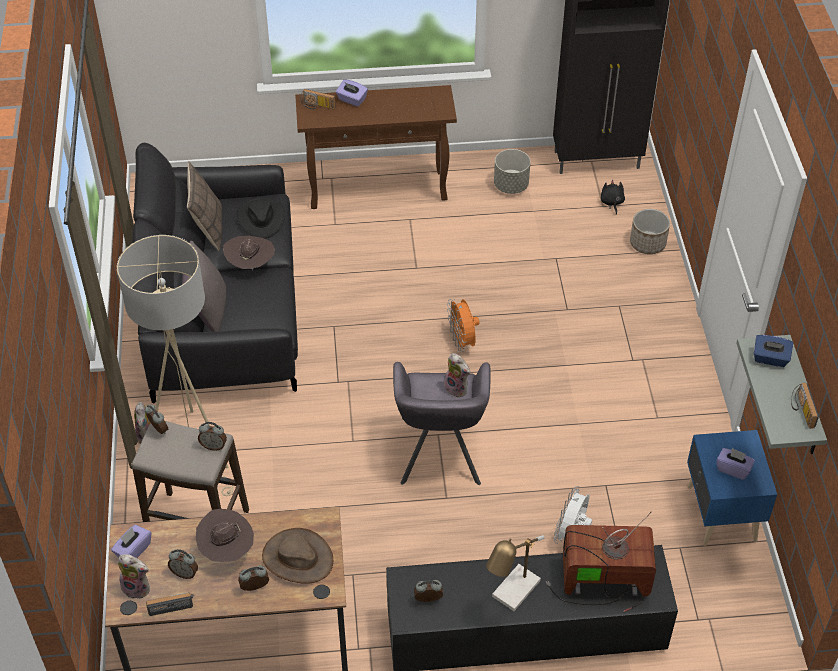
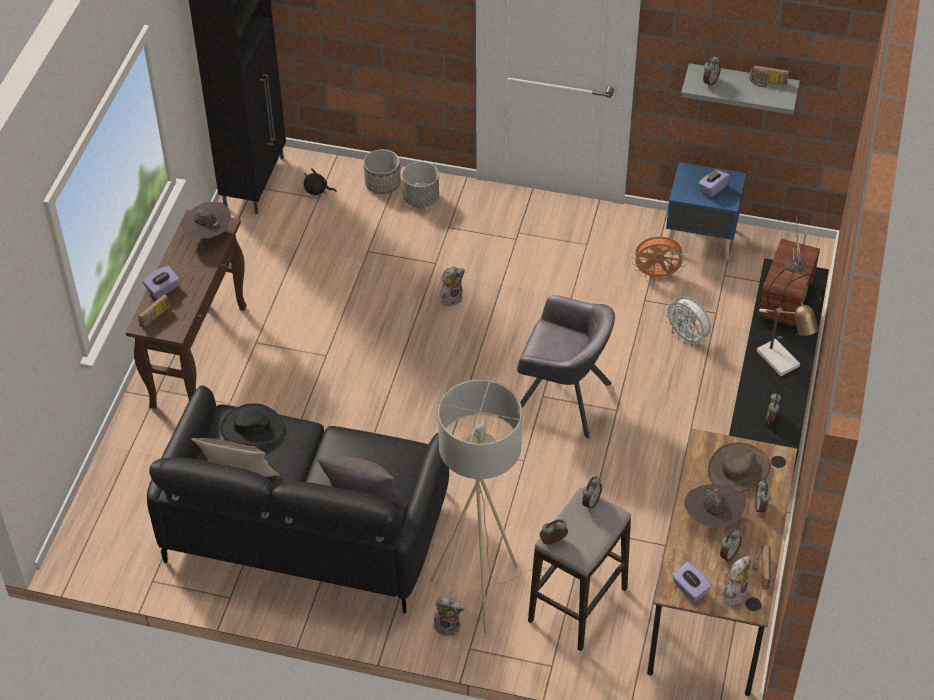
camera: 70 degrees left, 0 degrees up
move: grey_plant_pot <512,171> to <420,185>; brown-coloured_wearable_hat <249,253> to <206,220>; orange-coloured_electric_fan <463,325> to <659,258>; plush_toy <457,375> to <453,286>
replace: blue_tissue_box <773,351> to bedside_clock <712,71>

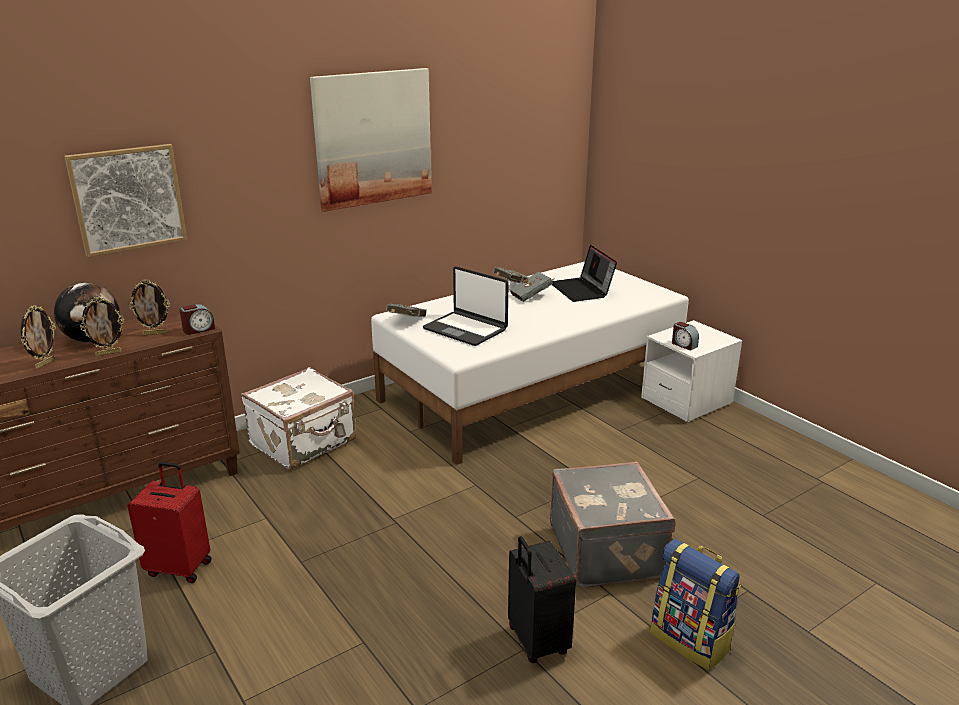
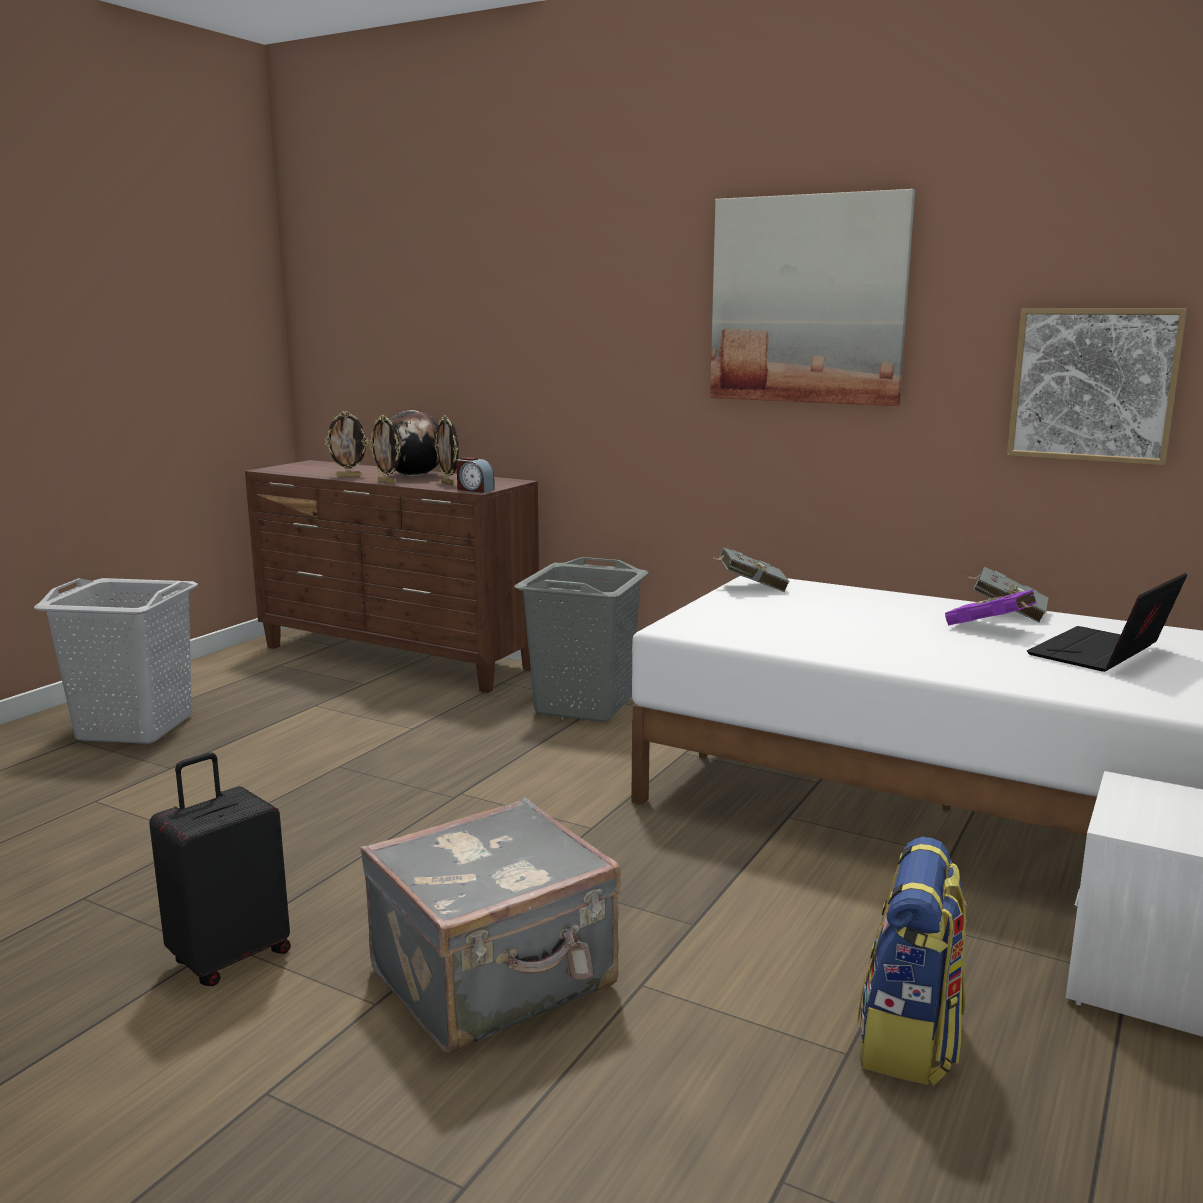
camera: 65 degrees right, 10 degrees down
delete: notebook_computer <466,306>; bedside_clock <685,336>; red-coloured_suitcase <169,522>
move: wall_art <125,200> to <1097,386>; knapsack <695,604> to <912,961>
replace: white_suitcase <298,418> to grey_laundry_basket <581,639>
recolor: grey_volume <532,287> to purple_volume <991,607>

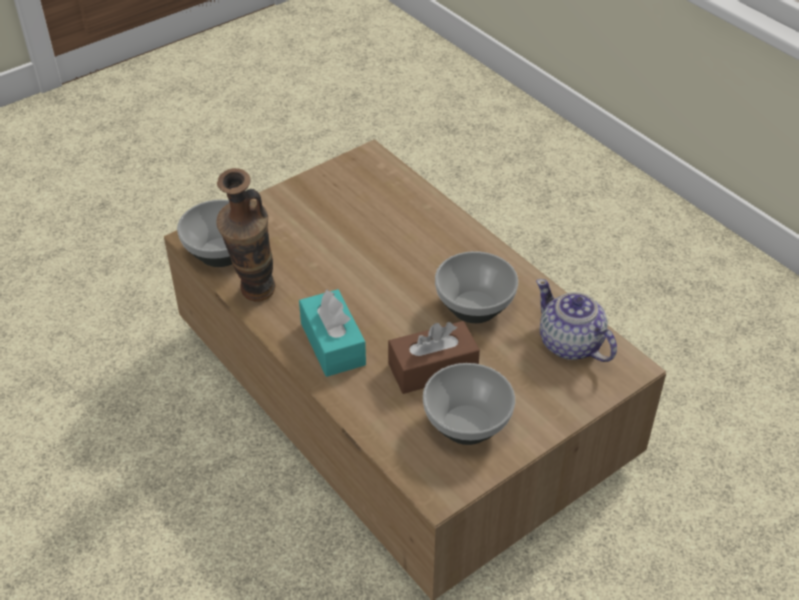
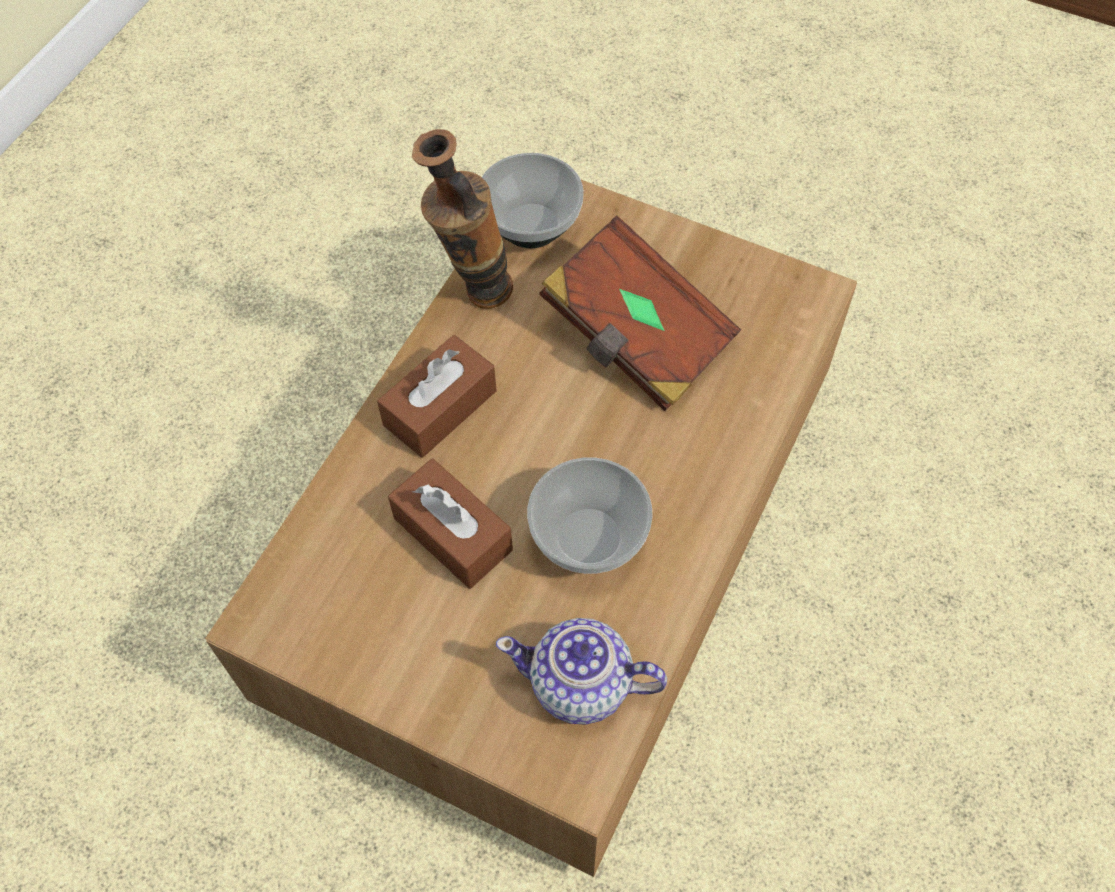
camera: 65 degrees right, 15 degrees up
delete: serving_bowl <469,404>
insert: brown-coloured_volume <640,313>
recolor: blue-green_tissue_box <332,333> to brown-coloured_tissue_box <437,396>
rotate: teapot <576,320> = <581,671> 105 degrees counterclockwise

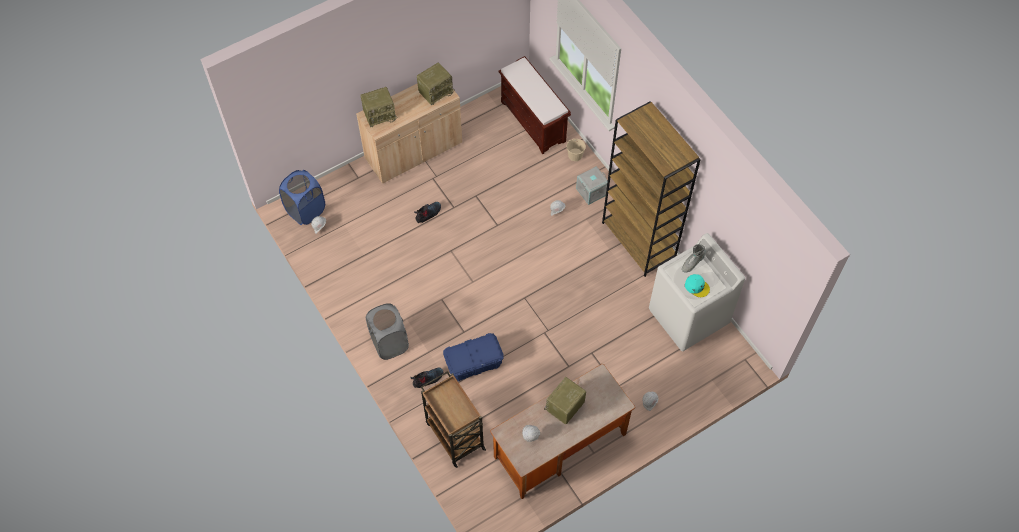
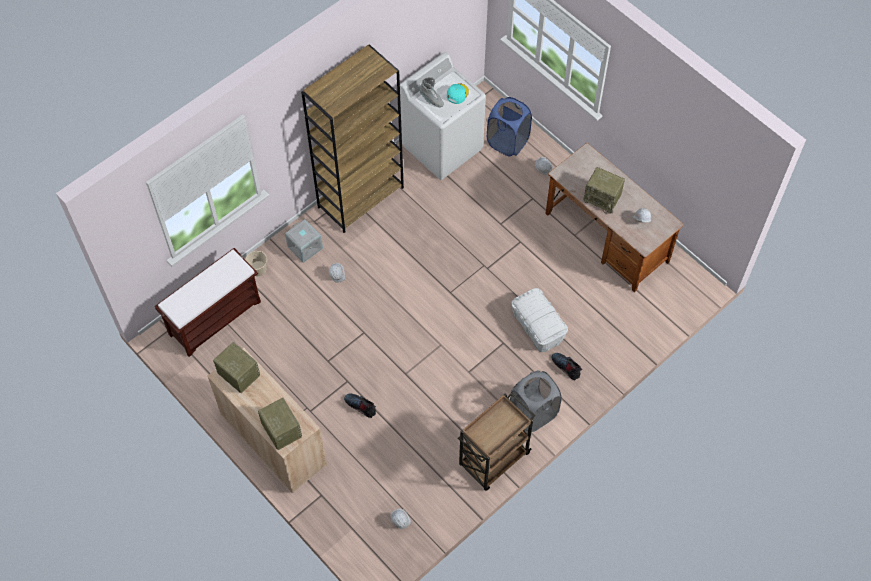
camera: 100 degrees left, 0 degrees up
move: blue_laundry_basket <302,197> to <509,126>; brown-coloured_trolley <453,419> to <496,442>
recolor: blue_storage_box <473,357> to white_storage_box <539,320>

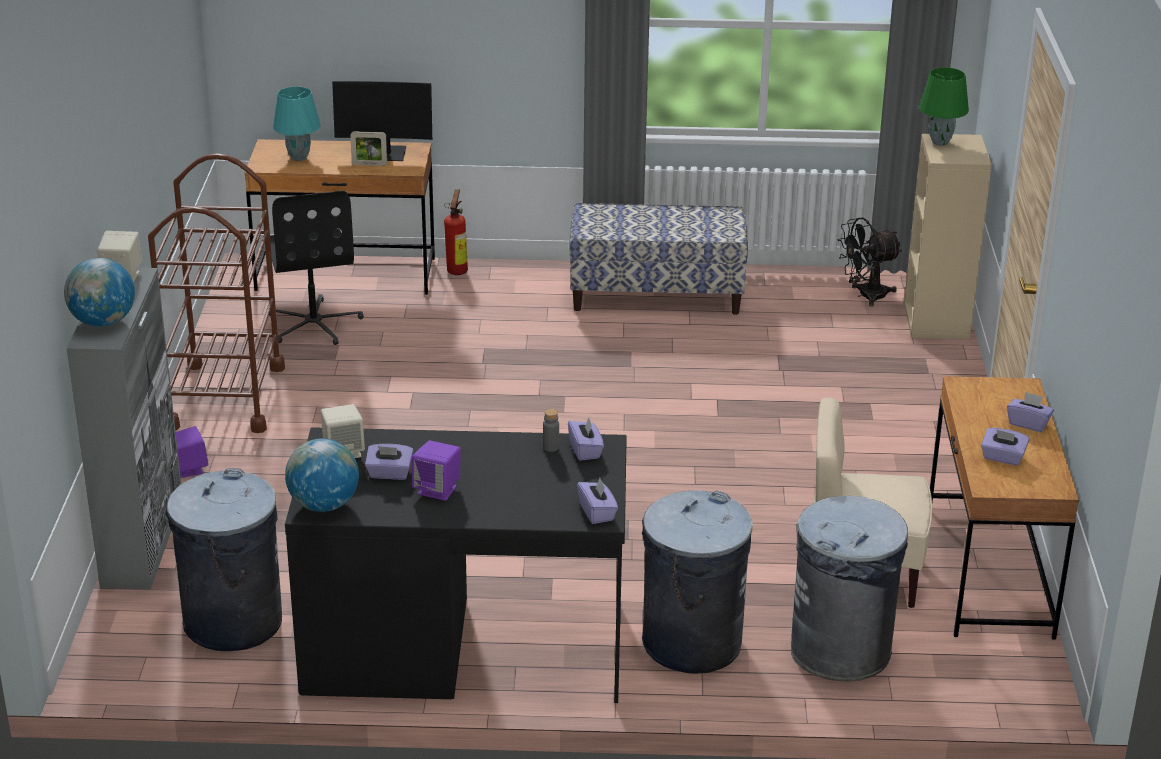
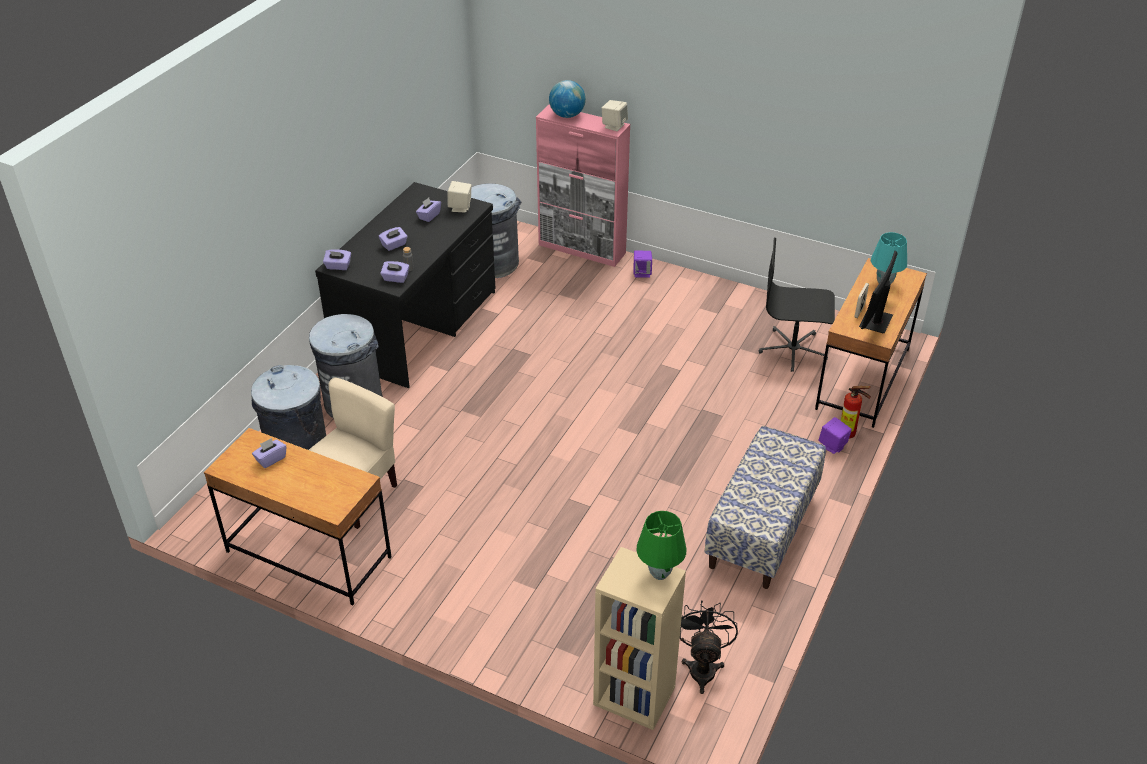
camera: 115 degrees right, 10 degrees up
delete: brown-coloured_trolley <216,293>; world_globe <322,475>
move: purple_tissue_box <1030,412> to <393,239>; purple_loudspeaker <436,470> to <835,435>
recolor: grey_storage_cabinet <123,428> to pink_storage_cabinet <583,186>

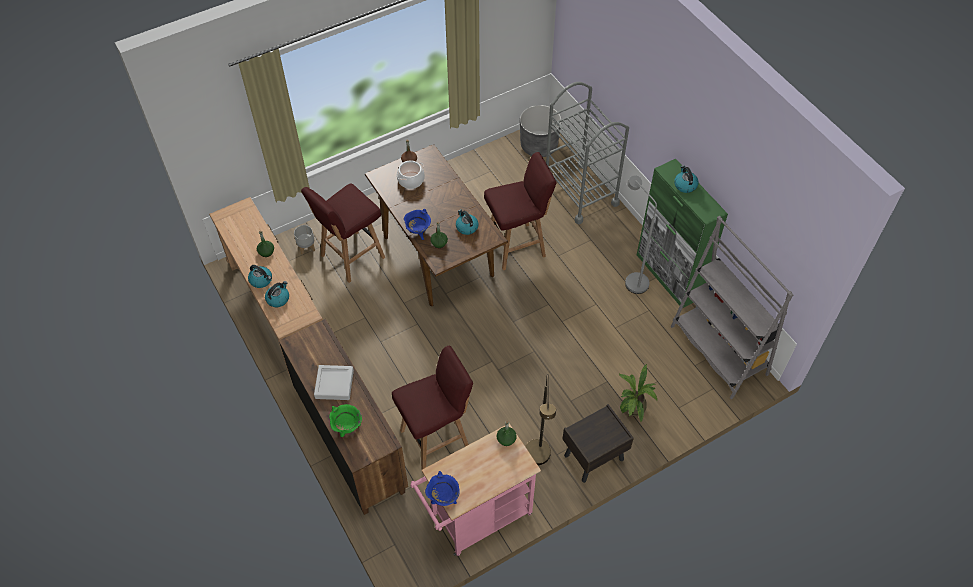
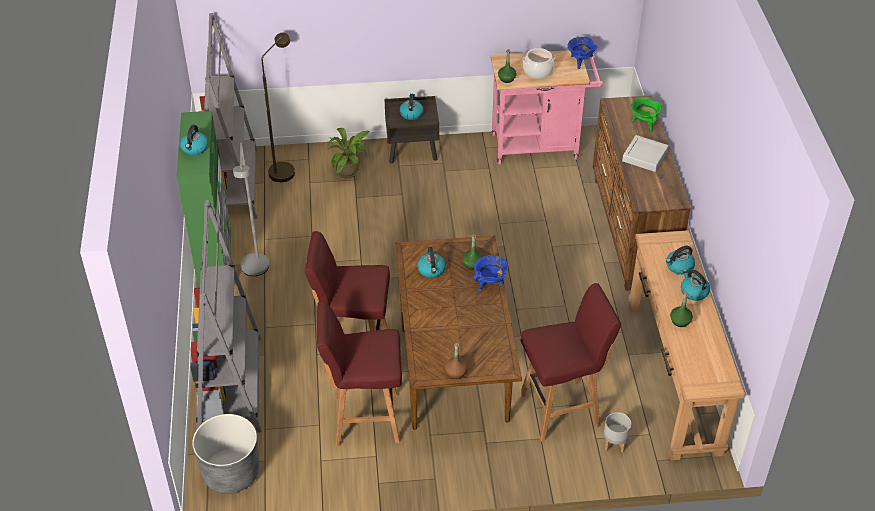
camera: 155 degrees left, 10 degrees down
insert: kettle <411,107>
move: stockpot <411,174> to <538,63>; red-coloured_stool_seat <432,407> to <359,373>; brown-coloured_floor_lamp <540,419> to <278,107>
replace: grey_trolley <587,153> to grey_bookcase <226,316>

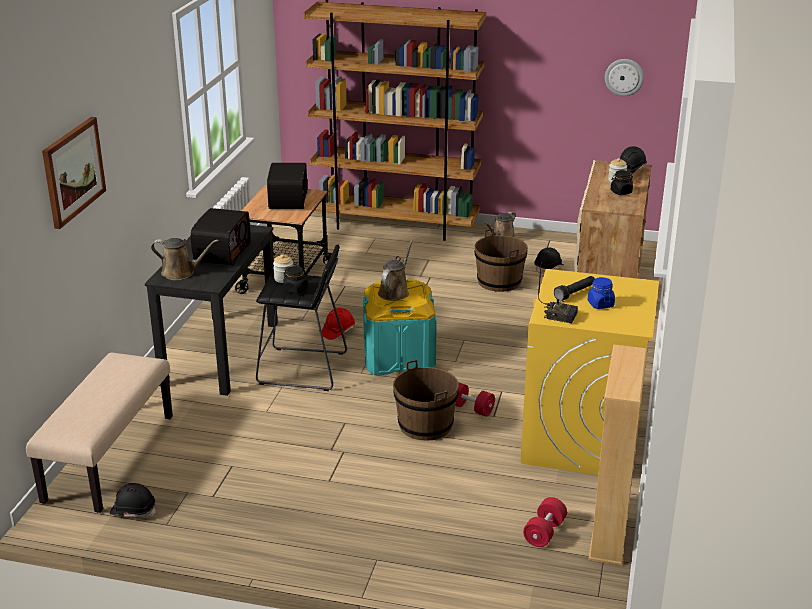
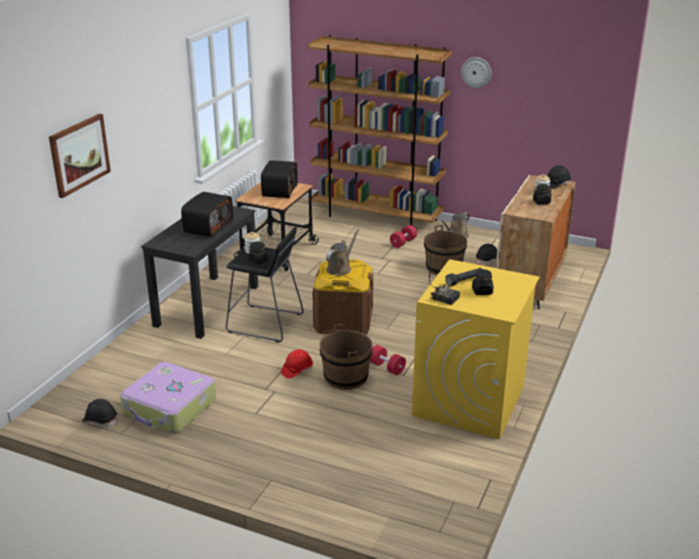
camera: 10 degrees right, 0 degrees up
delete: brown-coloured_sprinkling_can <184,259>; beige-coloured_bookcase <617,455>; beige-coloured_bench <99,432>
insert: suitcase <168,397>
move: hanging_clock <624,77> to <476,72>; red-coloured_hard_hat <338,324> to <297,364>; red-coloured_hand_weight <545,522> to <403,236>
recolor: blue_preserve_jar <601,293> to black-coloured_preserve_jar <482,282>; blue-green_storage_box <400,327> to brown-coloured_storage_box <342,296>

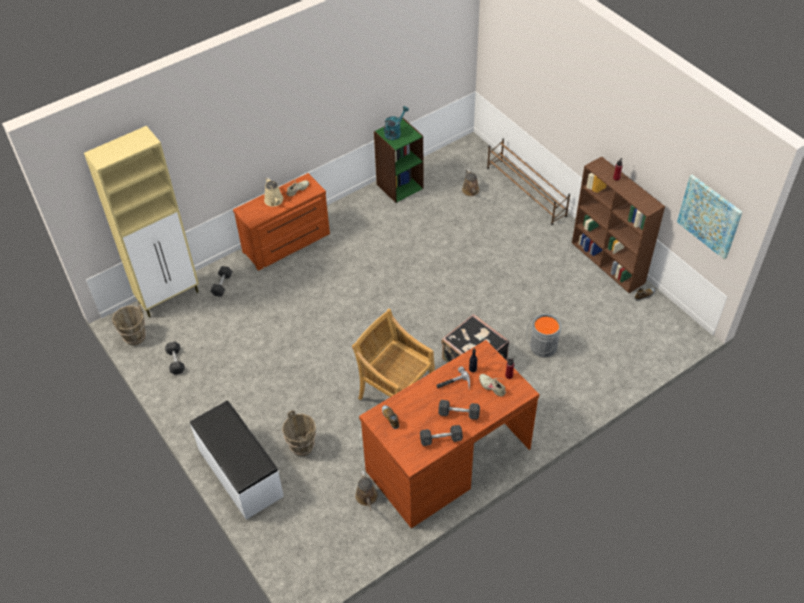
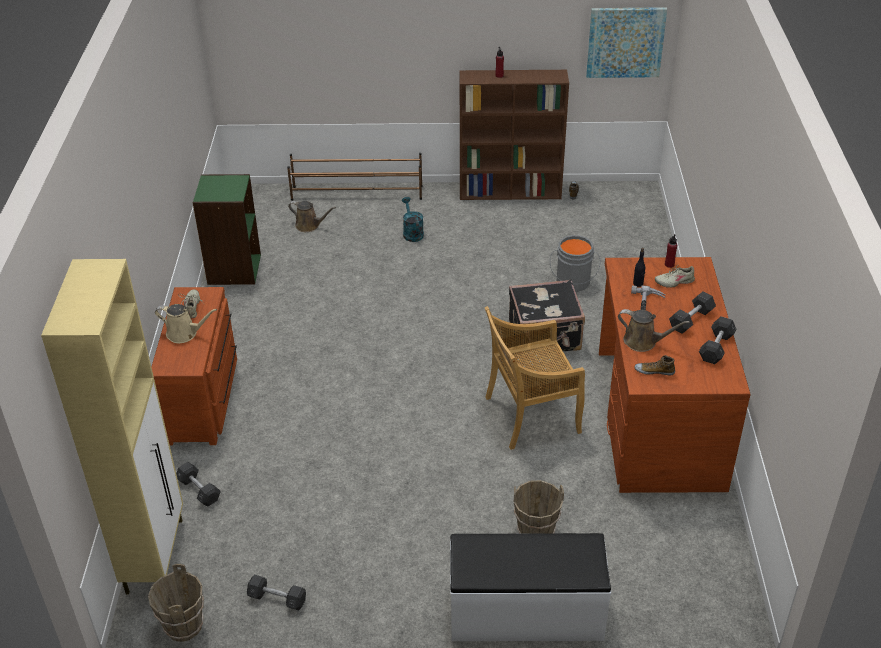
camera: 55 degrees left, 10 degrees down
move: blue-green_sprinkling_can <396,123> to <413,219>; brown-coloured_sprinkling_can <366,491> to <654,330>

